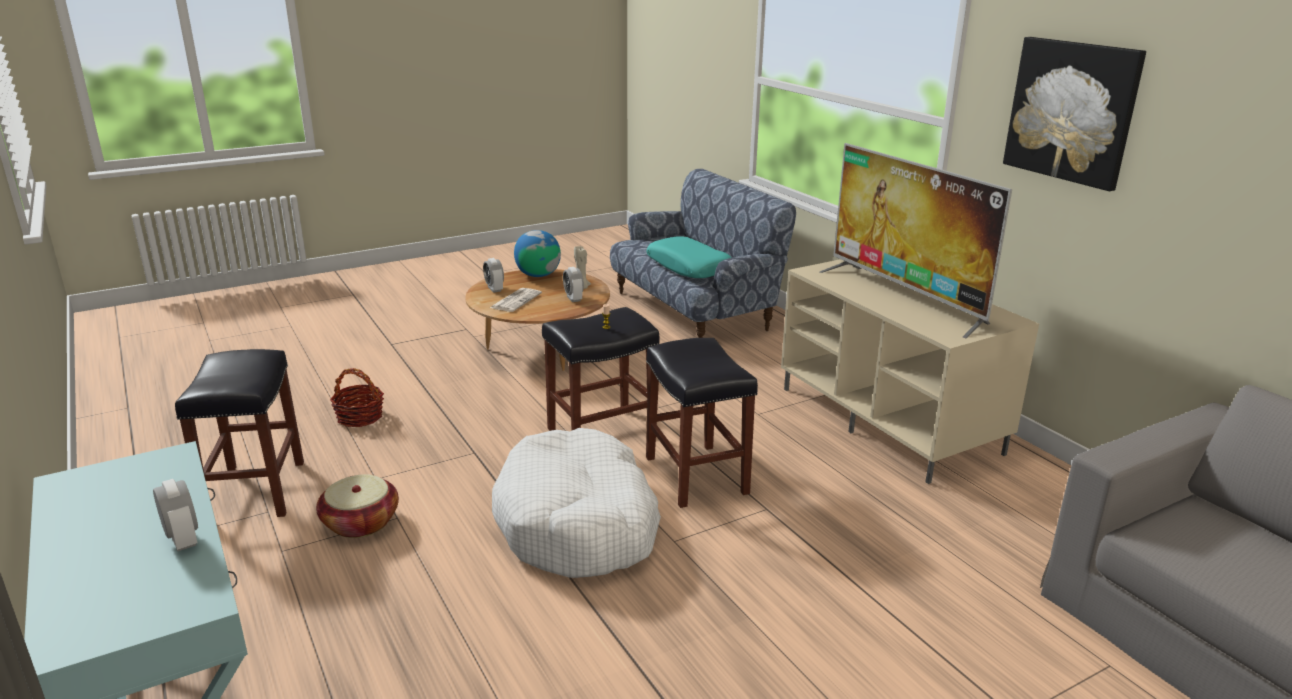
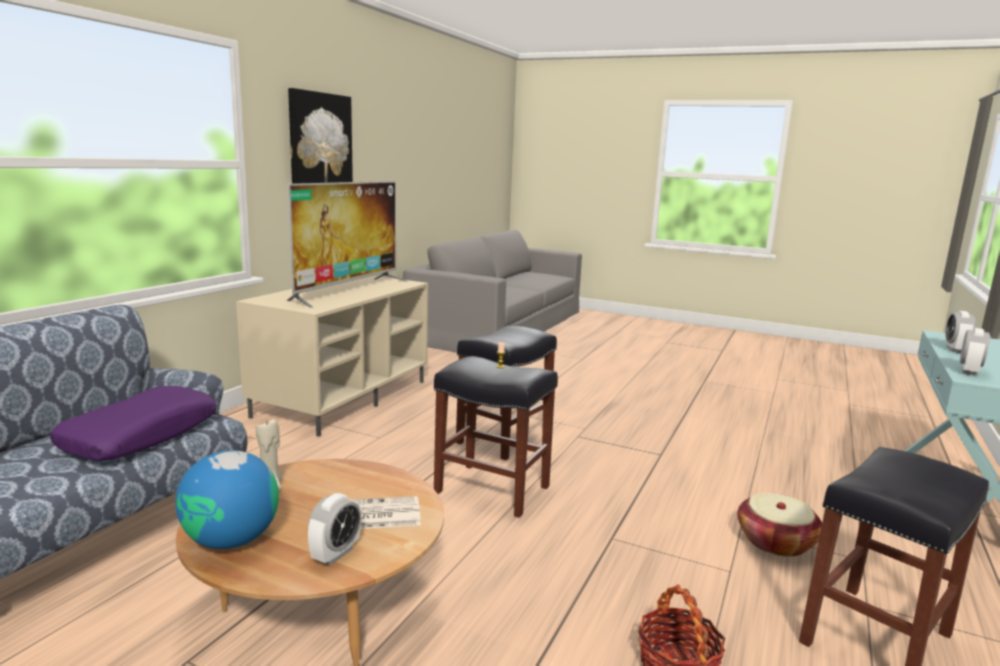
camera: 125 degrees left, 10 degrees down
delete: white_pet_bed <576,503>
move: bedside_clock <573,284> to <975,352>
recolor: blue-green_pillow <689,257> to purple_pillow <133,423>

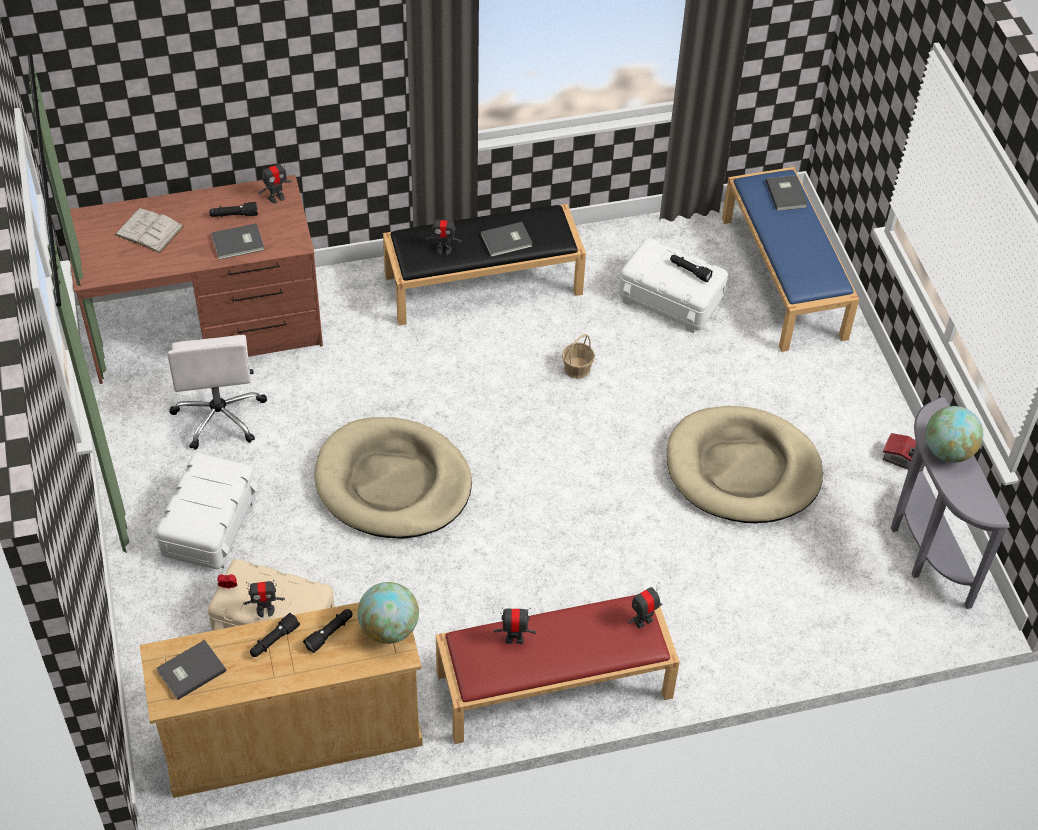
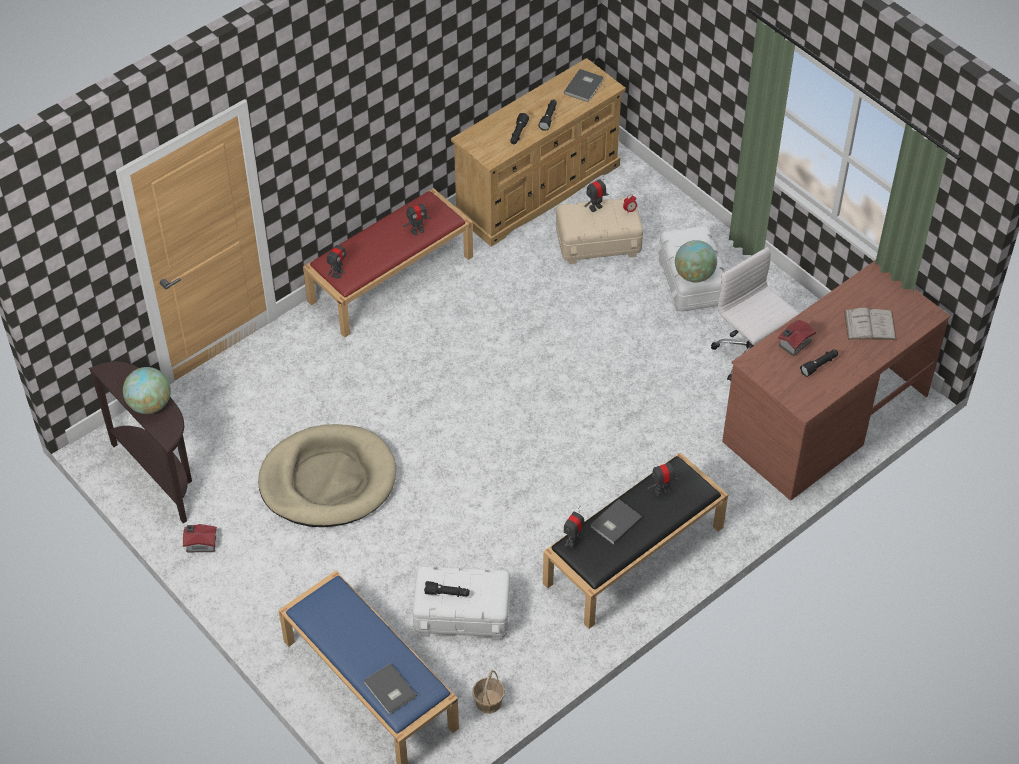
camera: 155 degrees right, 0 degrees up
delete: beige-coloured_pet_bed <393,478>
move: model_robot <275,180> to <574,528>; basket <578,356> to <488,692>; world_globe <388,613> to <696,261>
replace: grey_volume <237,241> to model_house <797,338>
recolor: grey_hall_table <950,502> to brown-coloured_hall_table <140,442>

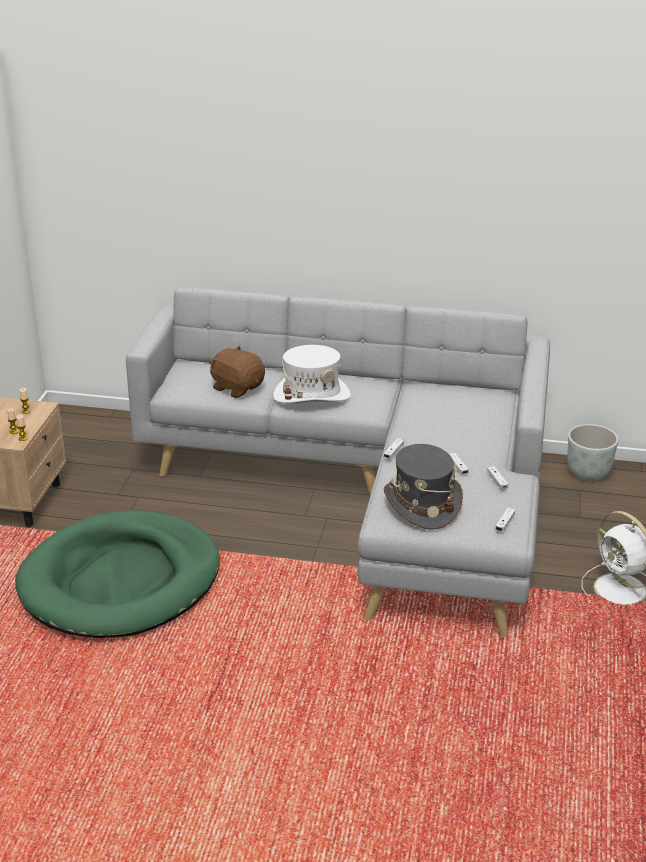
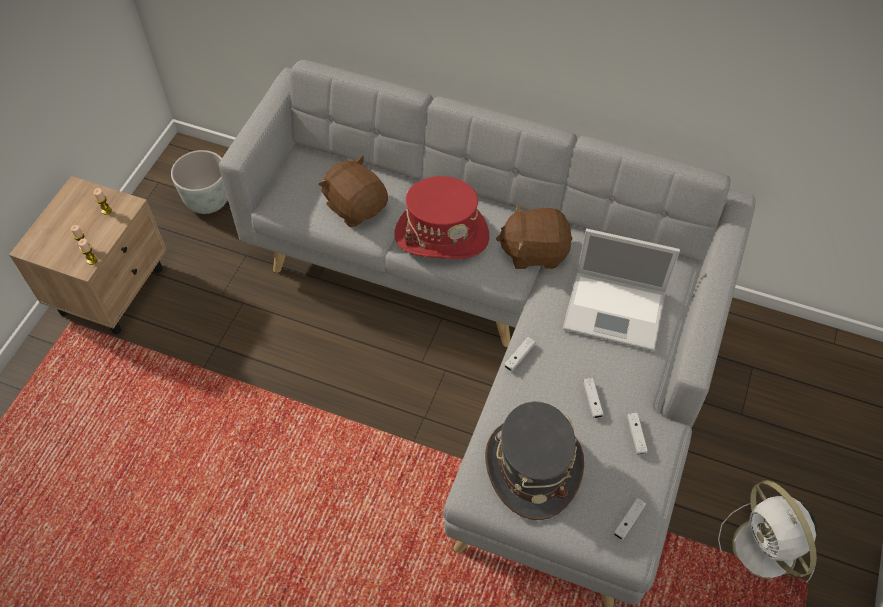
camera: 10 degrees right, 25 degrees up
delete: green-coloured_pet_bed <117,574>
insert: brown-coloured_plush_toy <534,236>; notebook_computer <621,289>
move: grey_plant_pot <592,452> to <199,182>
recolor: white_wearable_hat <312,374> to red-coloured_wearable_hat <441,217>

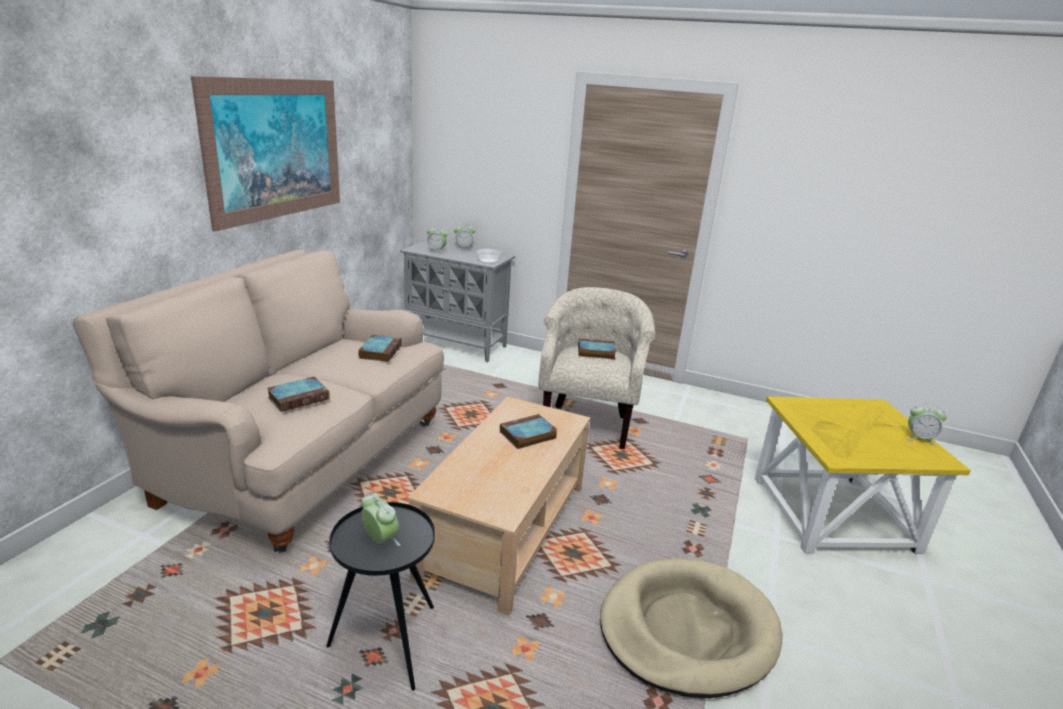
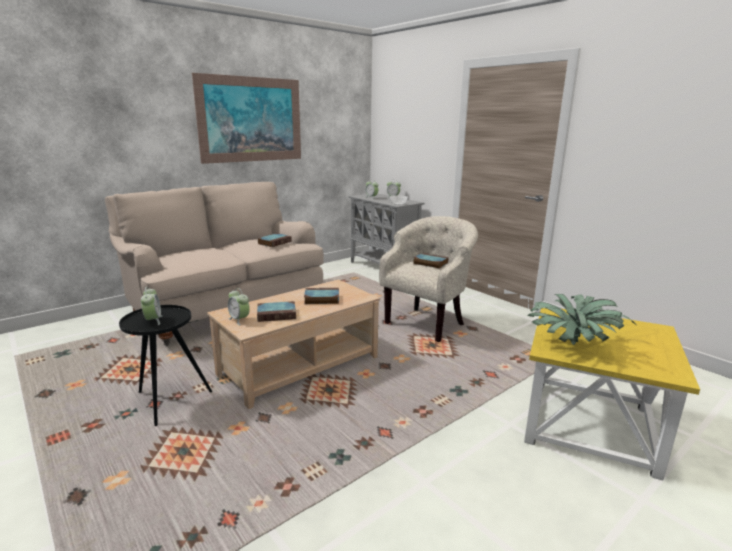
camera: 30 degrees right, 5 degrees down
delete: beige-coloured_pet_bed <691,628>
insert: plant_in_a_pot <581,319>
move: volume <298,394> to <276,311>; bedside_clock <926,424> to <239,306>

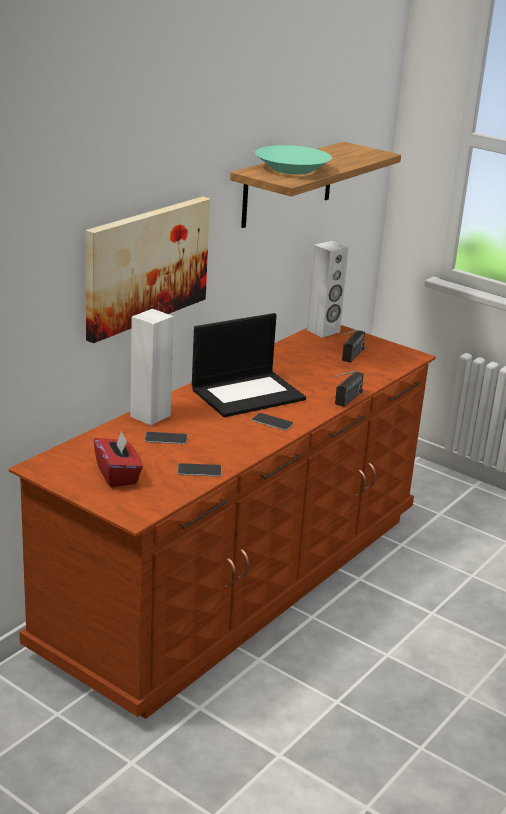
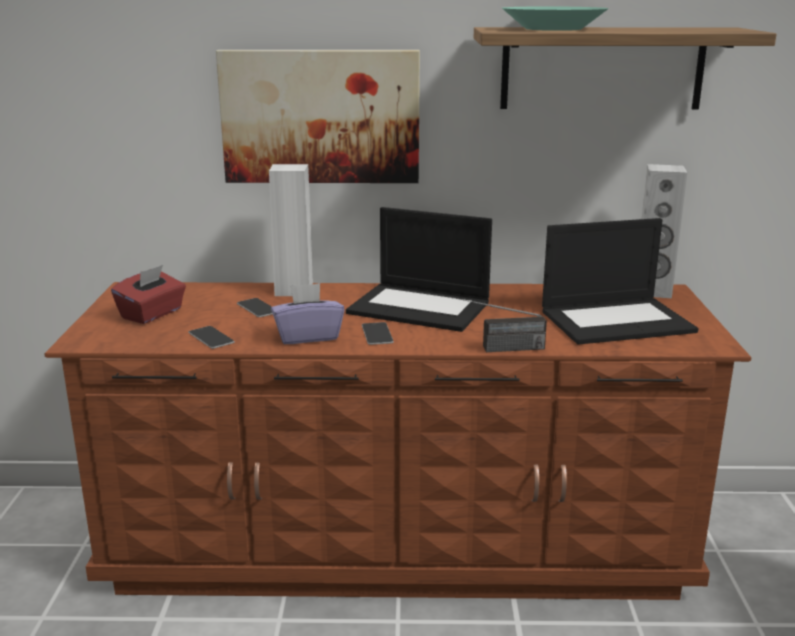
camera: 55 degrees right, 5 degrees down
insert: purple_tissue_box <307,313>
replace: radio <352,346> to notebook_computer <620,281>

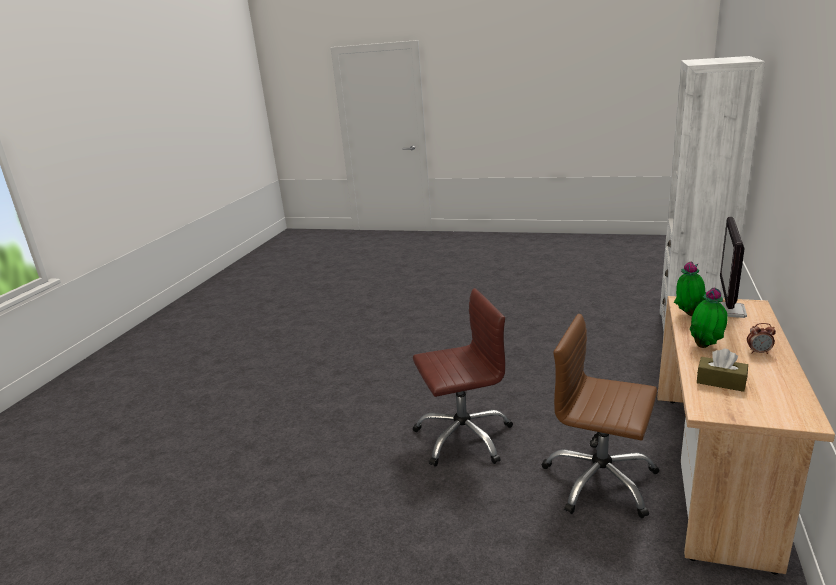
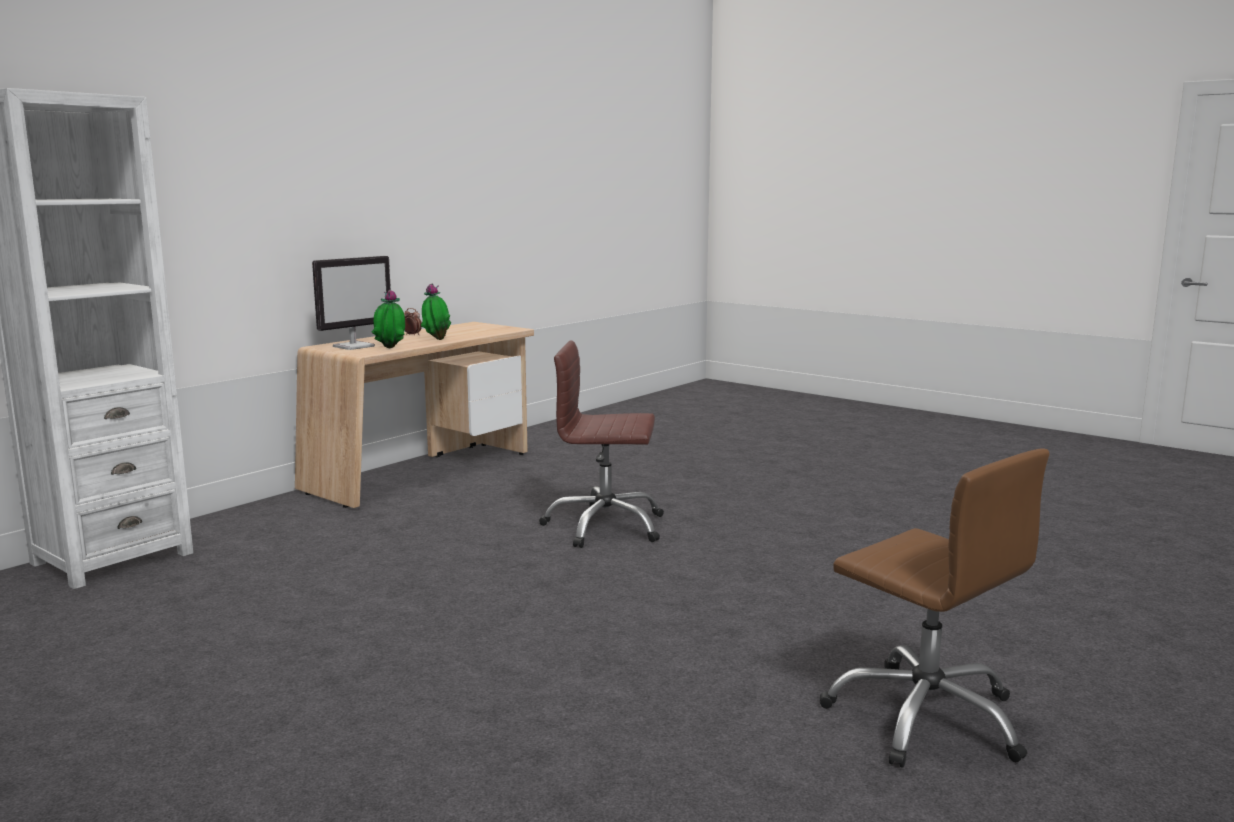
camera: 160 degrees left, 10 degrees down
delete: brown-coloured_tissue_box <722,370>
move: brown-coloured_desk_chair <600,416> to <934,608>

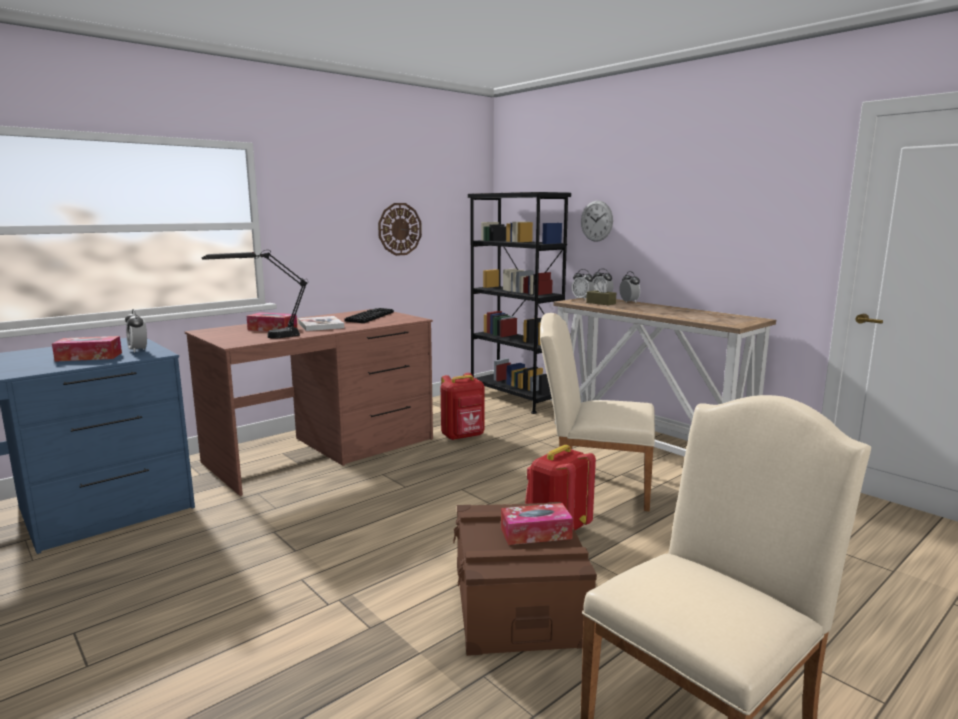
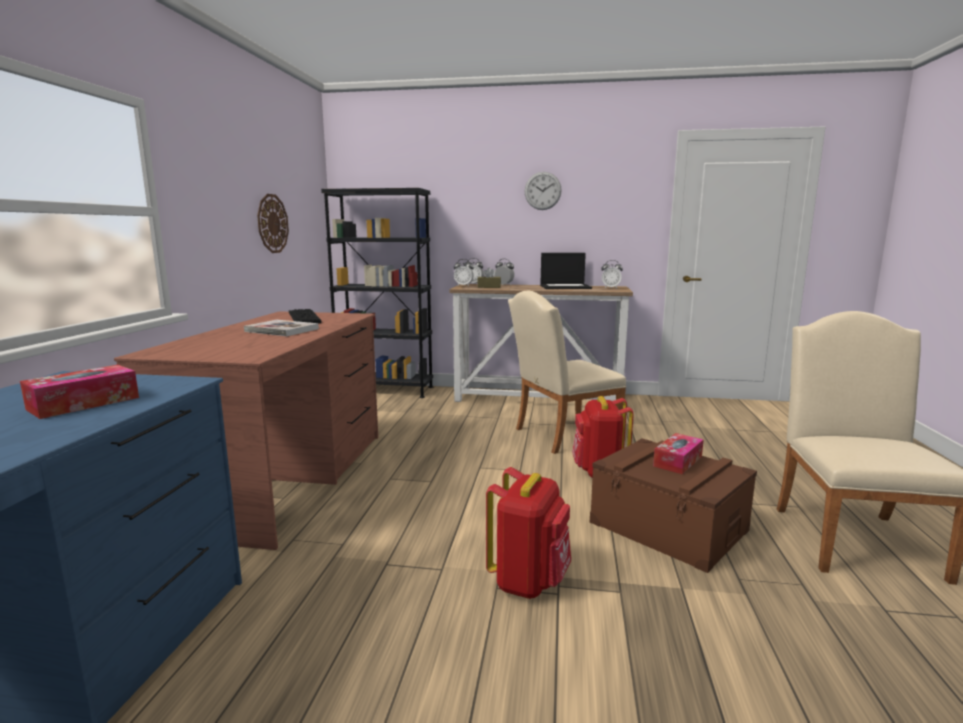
camera: 40 degrees left, 0 degrees up
delete: black-coloured_lamp_for_a_table <255,294>; tissue_box <272,321>
insert: notebook_computer <566,271>
move: hanging_clock <597,221> to <543,191>; bedside_clock <136,331> to <612,274>; red-coloured_knapsack <463,407> to <528,533>

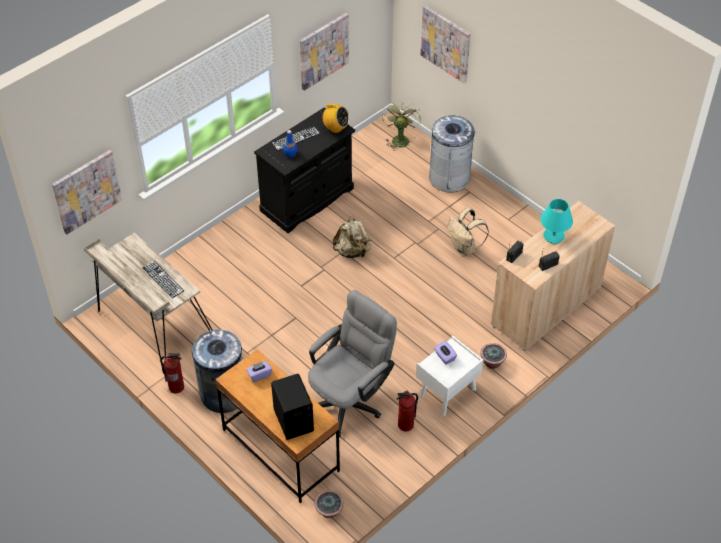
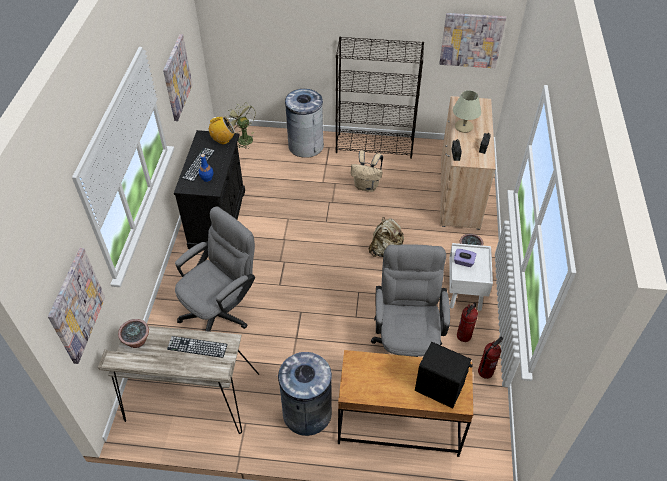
camera: 40 degrees left, 0 degrees up
delete: purple_tissue_box <259,371>
insert: black-coloured_bookcase <379,98>; grey_desk_chair <215,269>
move: wall_art <446,44> to <472,40>; beige-coloured_knapsack <352,237> to <386,237>; fire_extinguisher <172,373> to <490,358>; plant_in_a_pot <329,504> to <133,333>
recolor: blue-green_lamp_for_a_table <557,221> to beige-coloured_lamp_for_a_table <467,111>

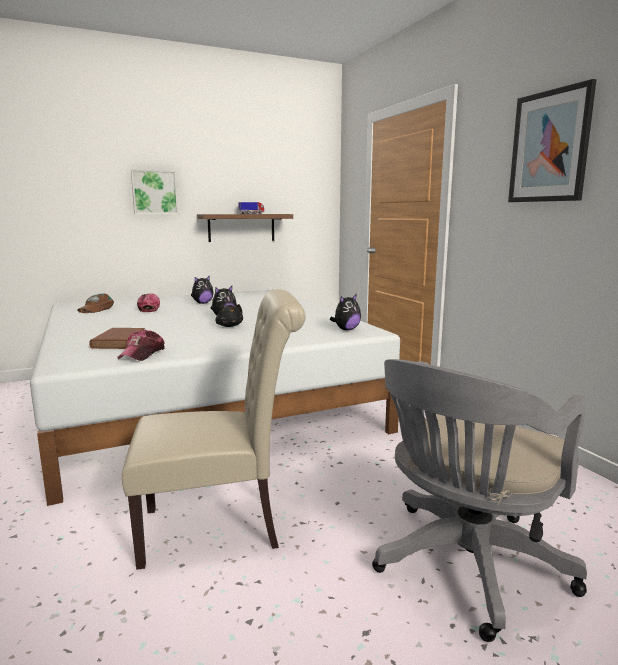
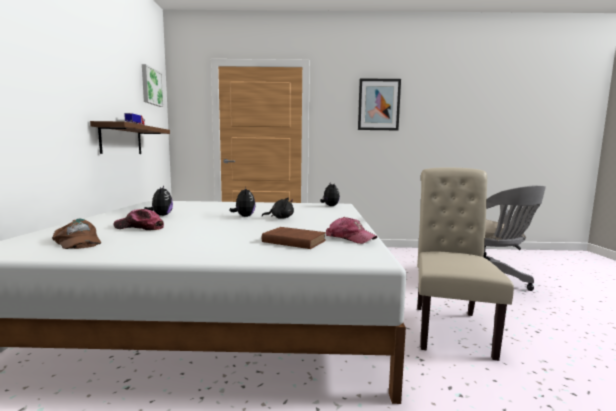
camera: 65 degrees left, 5 degrees down
move: wall_art <154,191> to <153,85>

